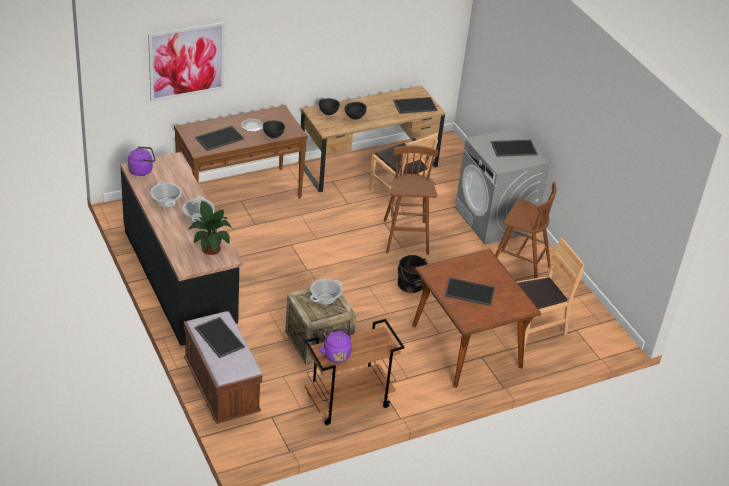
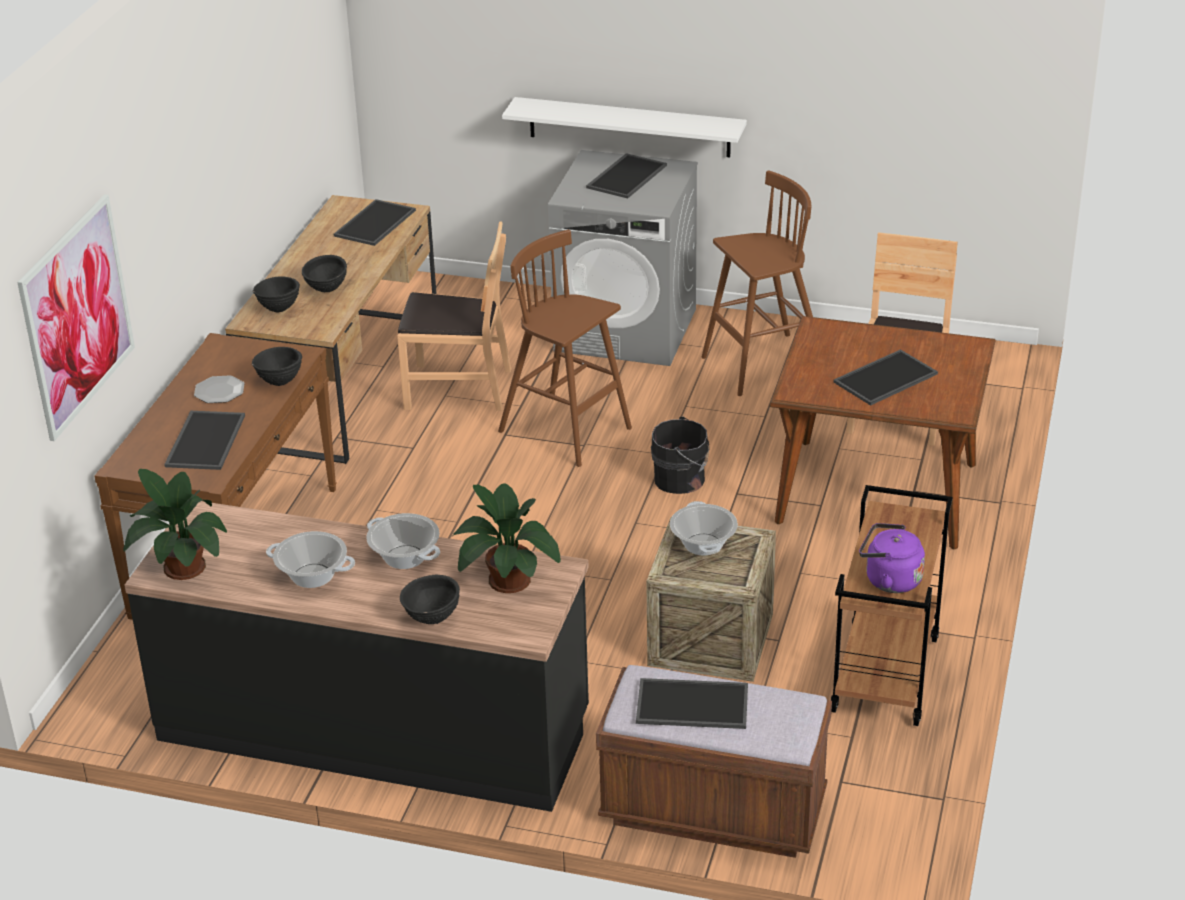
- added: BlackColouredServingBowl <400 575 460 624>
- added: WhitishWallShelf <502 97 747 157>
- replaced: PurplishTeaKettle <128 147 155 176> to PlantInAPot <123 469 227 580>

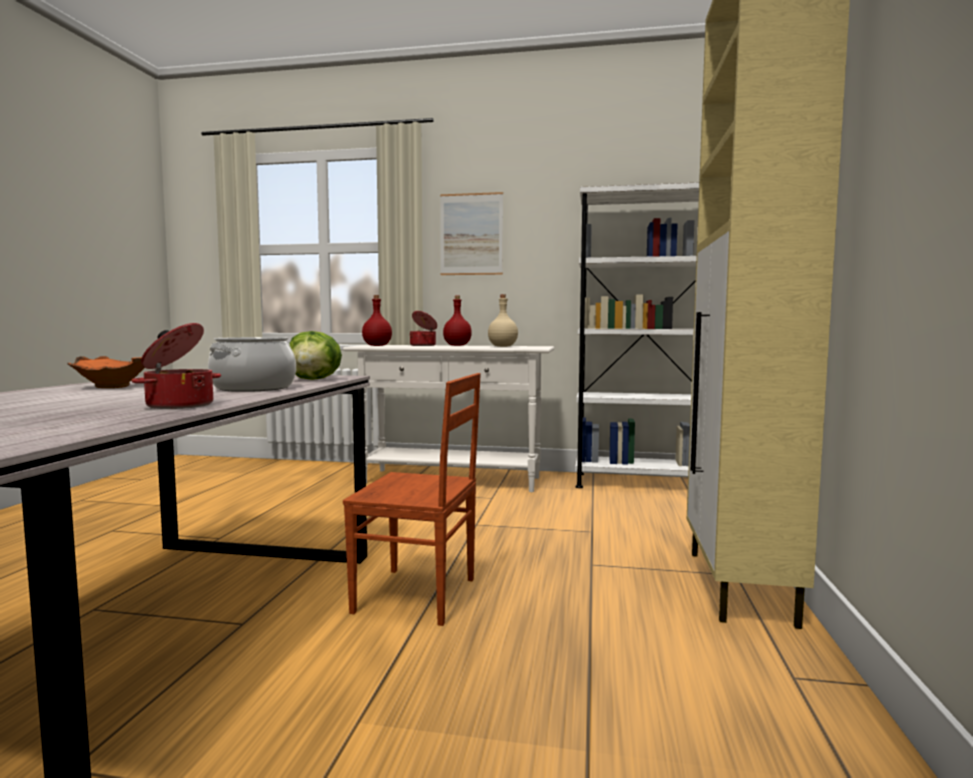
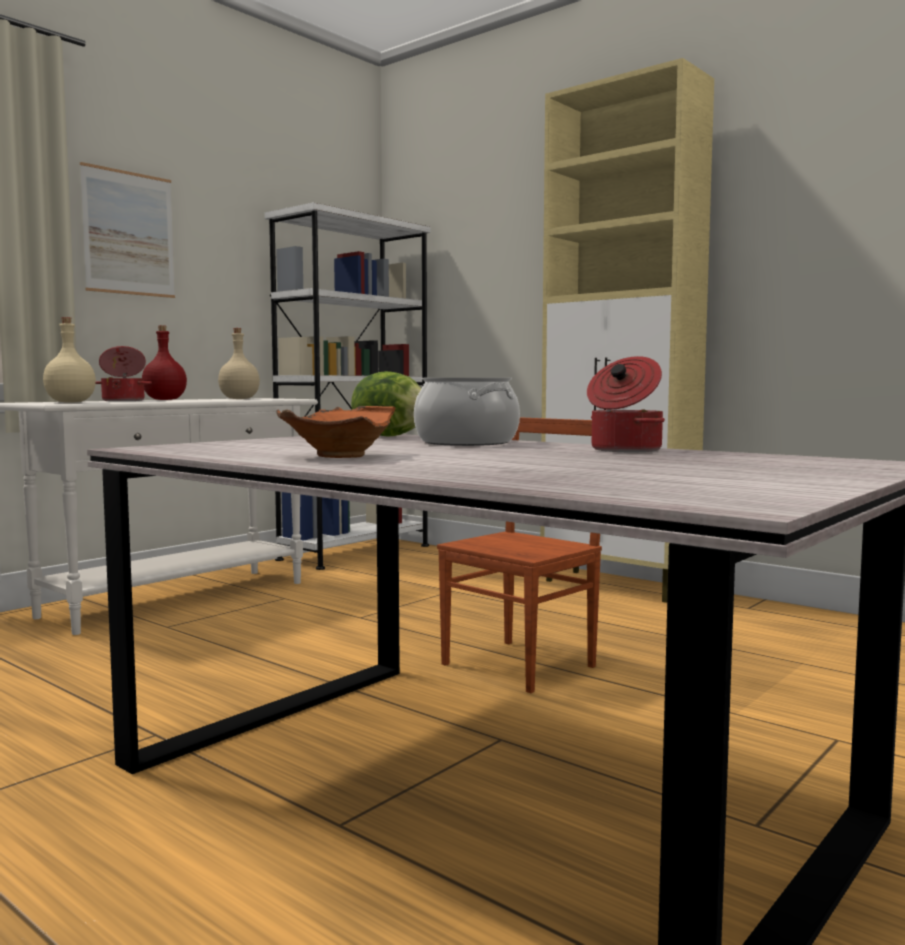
- recoloured: RedBeverageBottle <362 295 392 346> to BeigeColouredBeverageBottle <43 317 96 403>

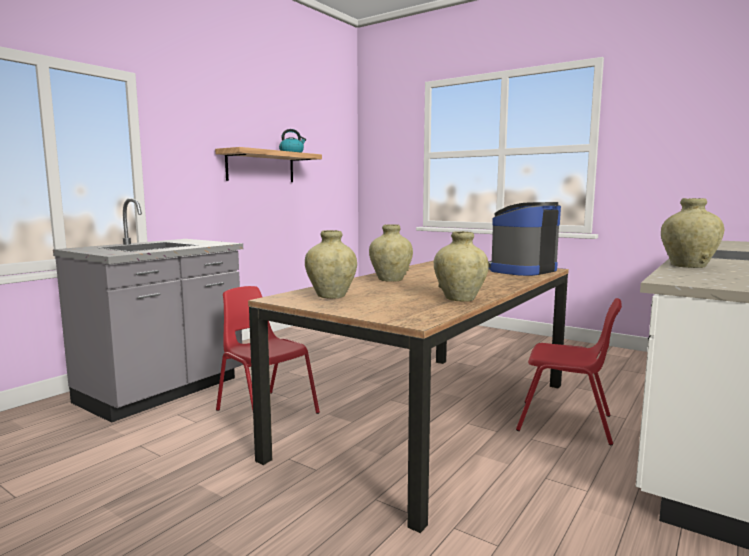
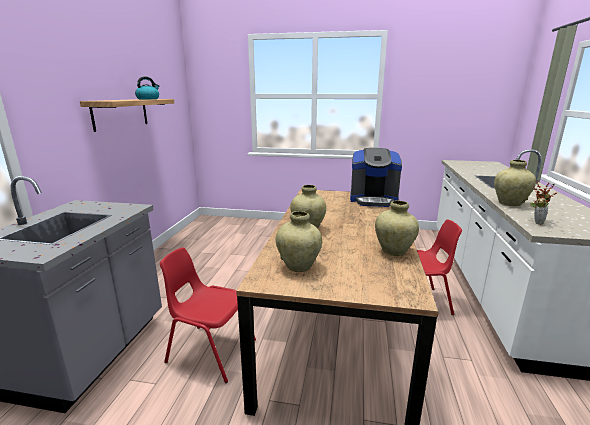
- added: PlantInAPot <530 180 557 225>
- turned: CoffeeBrewer <488 202 561 276> = <350 148 402 207> 105 degrees counterclockwise

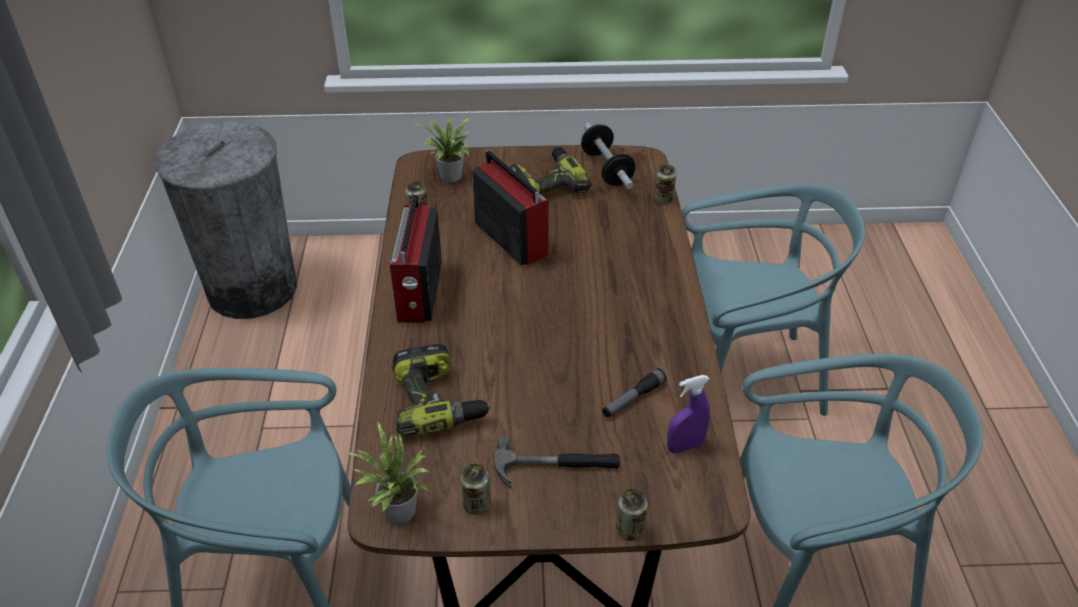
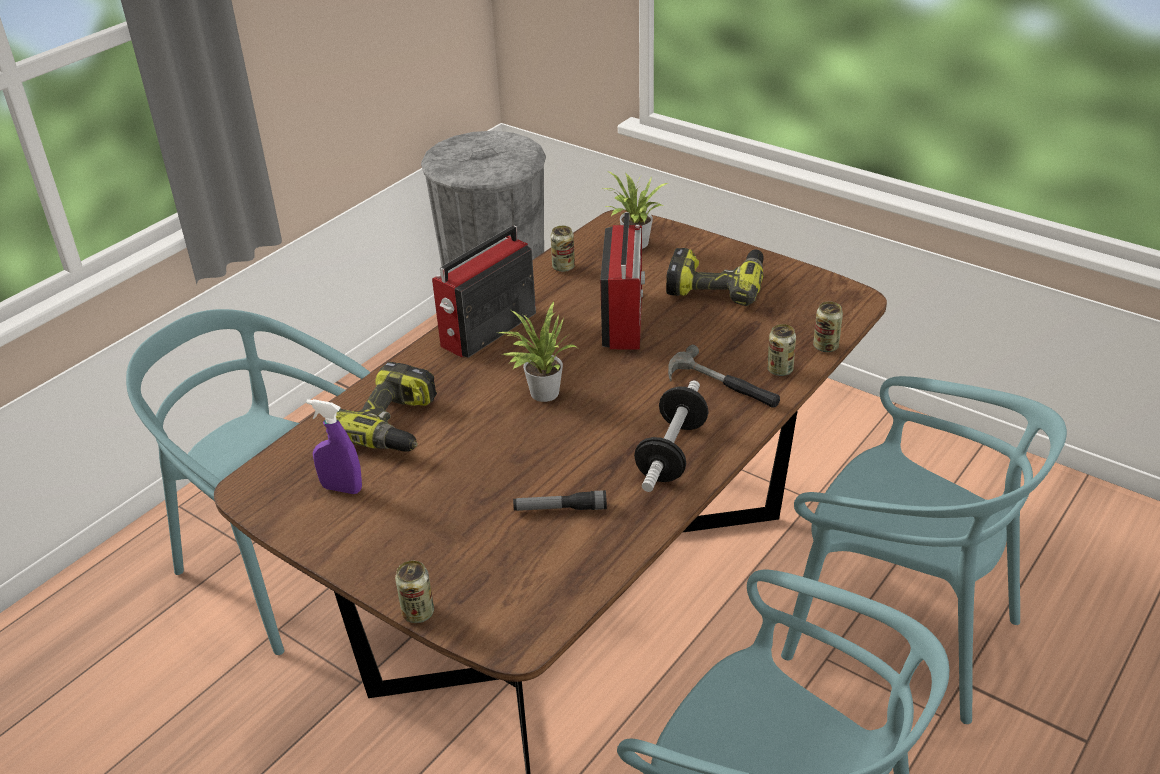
- moved: PlantInAPot <346 421 428 524> to <499 302 576 402>
- moved: Can <461 463 491 515> to <767 324 796 376>
- moved: HandHammer <495 437 620 488> to <668 345 780 408>
- moved: FreeWeight <581 123 635 189> to <634 380 709 492>
- moved: PurplishHandSprayer <667 375 710 453> to <306 399 362 494>

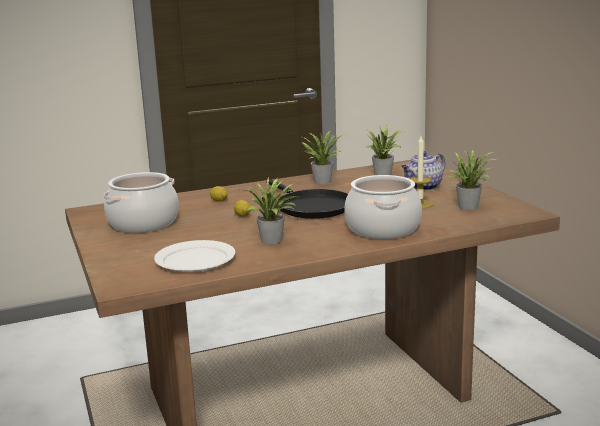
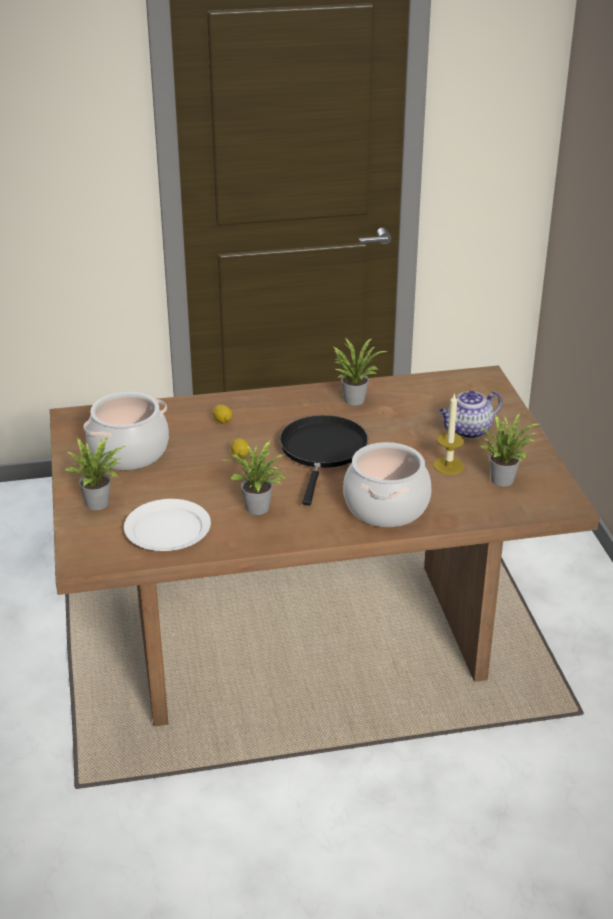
- moved: PlantInAPot <366 125 403 175> to <65 436 125 510>
- turned: BlackColouredSkillet <266 180 348 219> = <279 415 368 505> 150 degrees counterclockwise

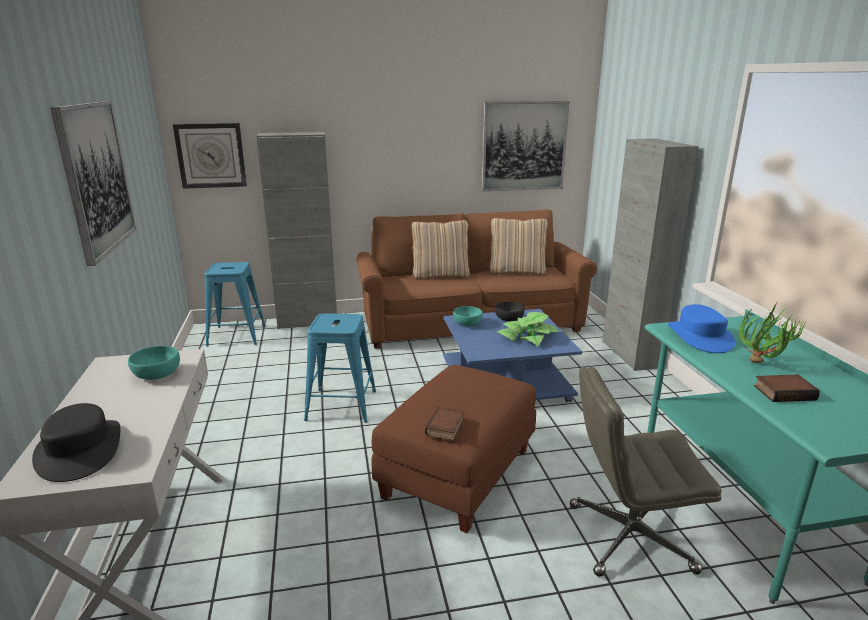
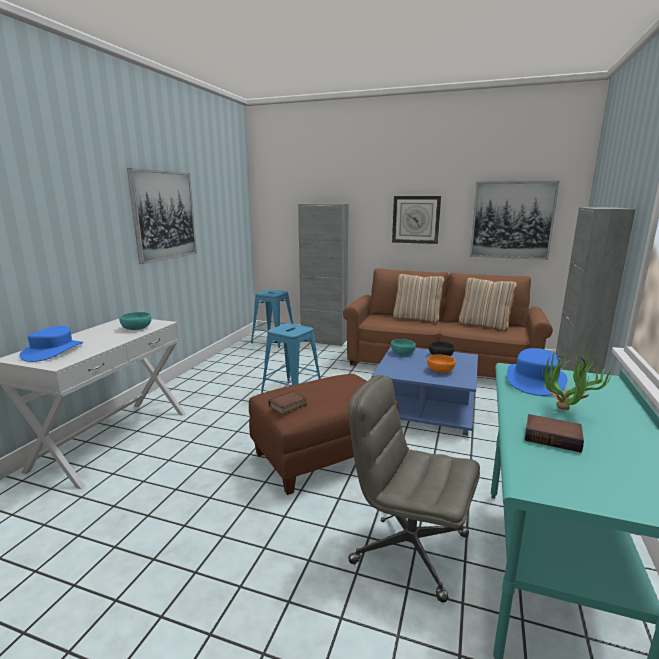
- moved: HangingClock <173 123 247 189> to <392 196 441 244>
- replaced: PlantInAPot <497 312 559 346> to OrangeServingBowl <427 354 455 373>
- recoloured: BlackColouredWearableHat <32 403 120 482> to BlueWearableHat <19 326 83 362>

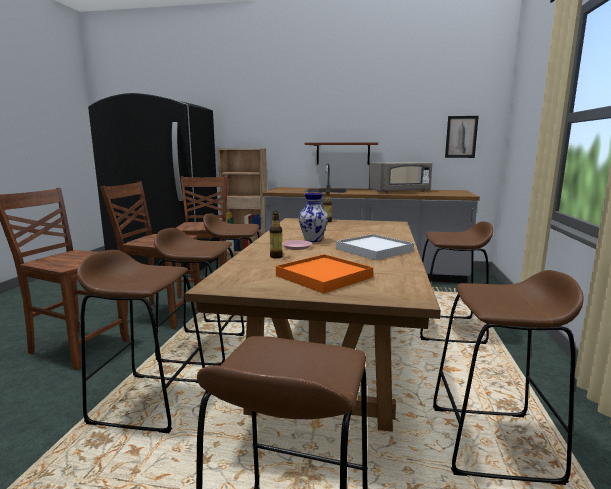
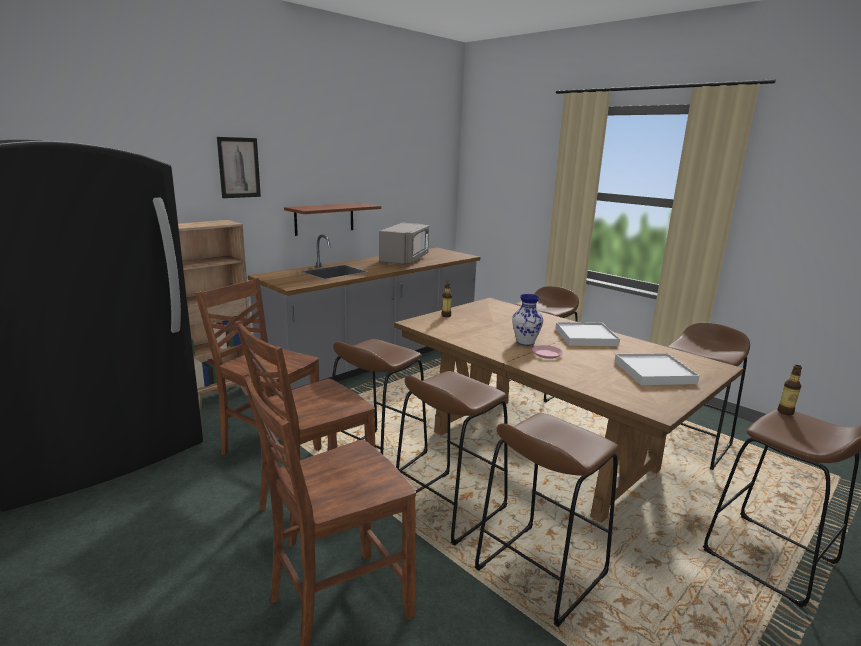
- moved: BeverageBottle <270 211 283 258> to <778 365 802 415>
- moved: Picture <445 116 479 158> to <217 137 261 198>
- recoloured: OrangeServingTray <276 254 373 294> to WhitishServingTray <614 353 700 385>

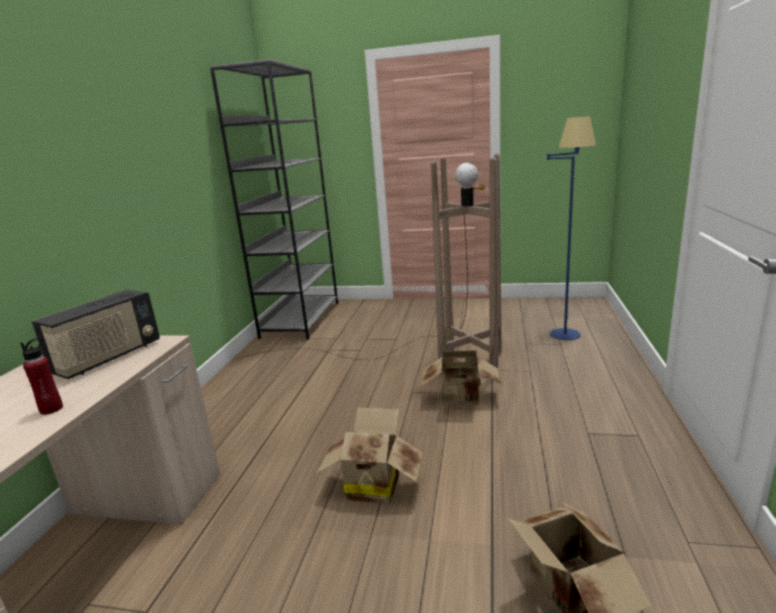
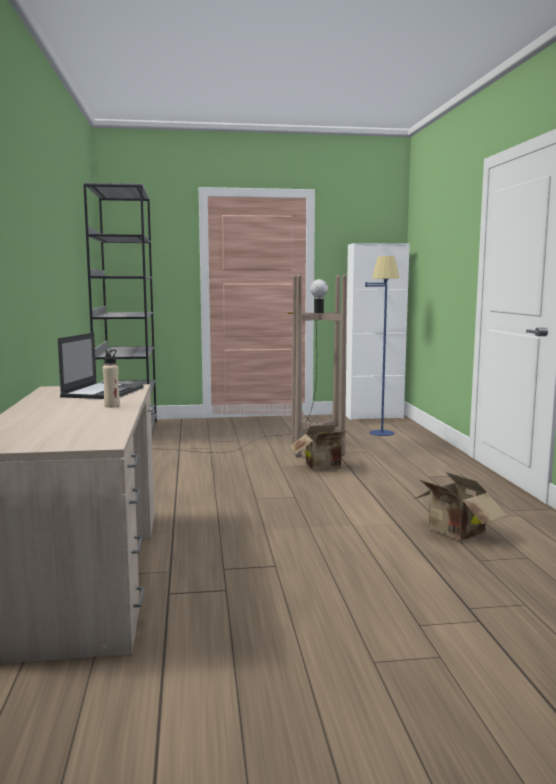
- removed: CardboardBox <316 407 423 504>
- added: WhitishStorageCabinet <346 243 410 420>
- replaced: Radio <32 290 160 379> to PortableComputer <58 333 143 399>
- recoloured: RedBeverageBottle <20 338 63 415> to BeigeColouredBeverageBottle <103 350 120 408>

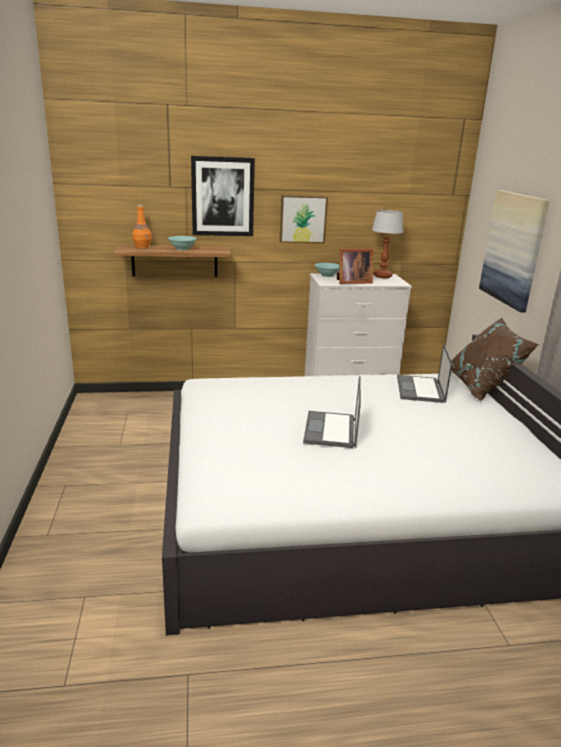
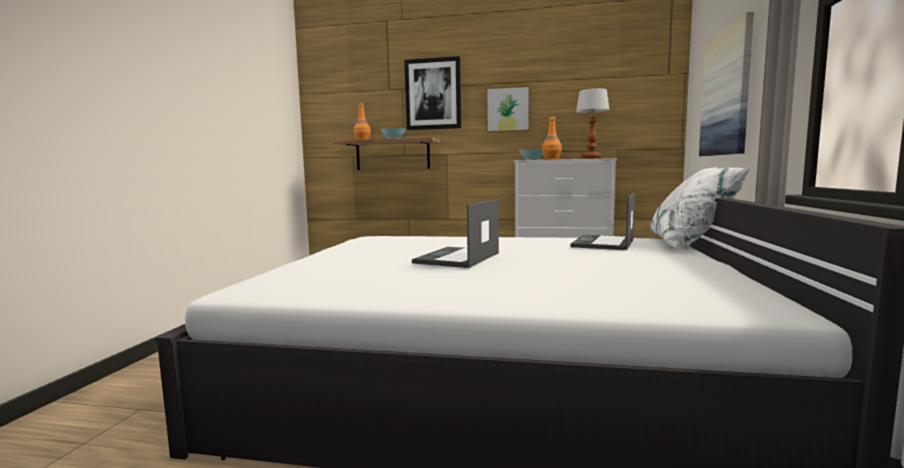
- replaced: PictureFrame <337 249 373 284> to OrangeBeverageBottle <542 117 562 160>
- recoloured: BrownCushion <451 318 539 401> to WhitishCushion <650 167 750 249>

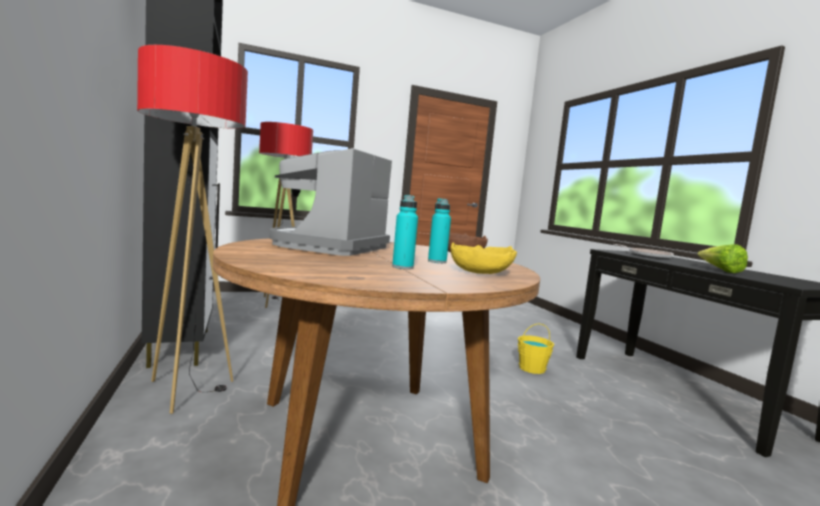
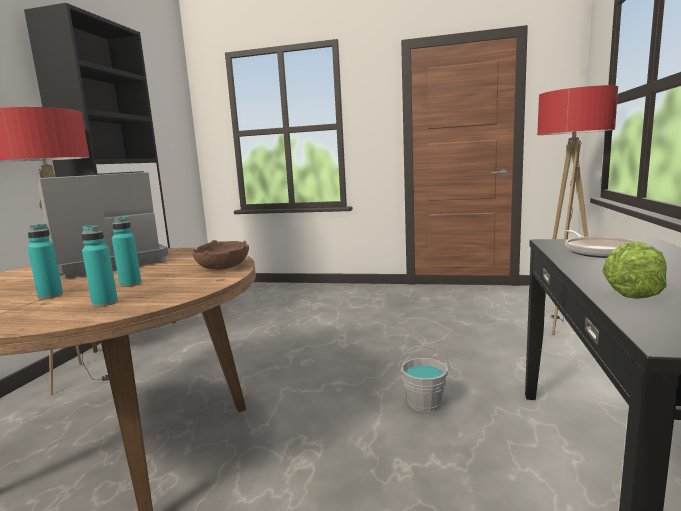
- moved: StandardLamp <259 122 313 308> to <537 85 618 335>
- replaced: YellowishServingBowl <451 243 517 274> to BlueGreenBeverageBottle <82 225 118 307>
- recoloured: YellowishPail <518 323 554 374> to GrayPail <400 345 449 412>

